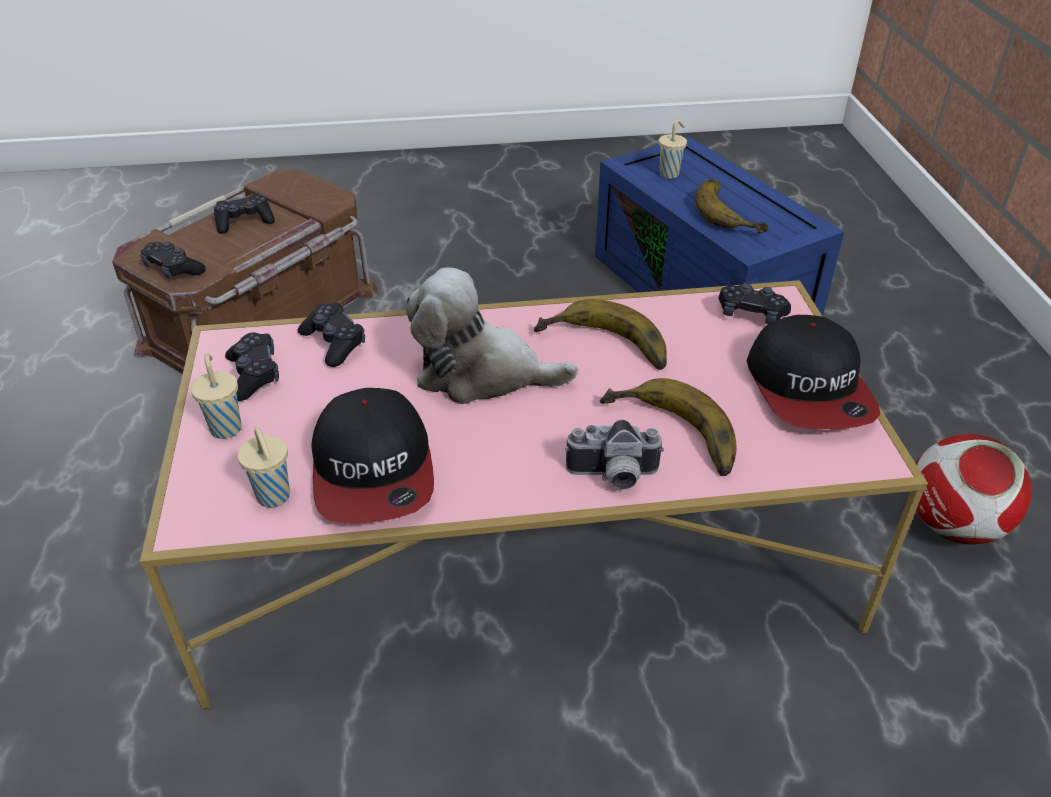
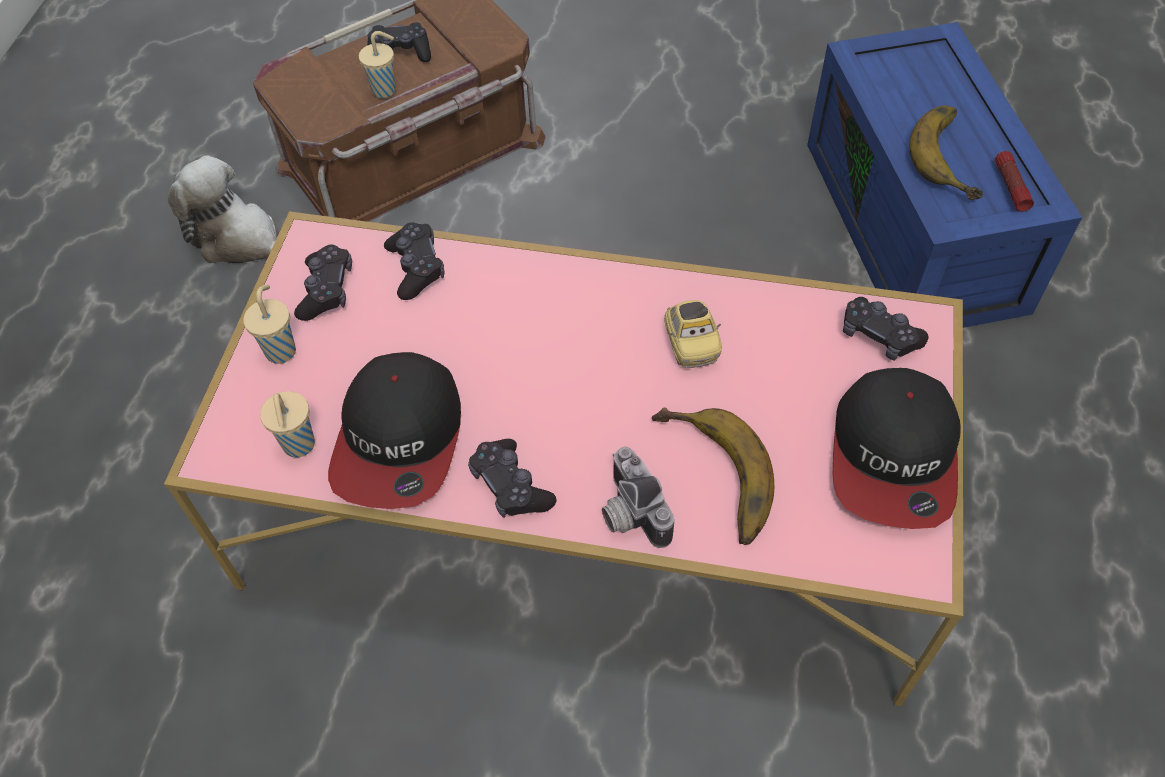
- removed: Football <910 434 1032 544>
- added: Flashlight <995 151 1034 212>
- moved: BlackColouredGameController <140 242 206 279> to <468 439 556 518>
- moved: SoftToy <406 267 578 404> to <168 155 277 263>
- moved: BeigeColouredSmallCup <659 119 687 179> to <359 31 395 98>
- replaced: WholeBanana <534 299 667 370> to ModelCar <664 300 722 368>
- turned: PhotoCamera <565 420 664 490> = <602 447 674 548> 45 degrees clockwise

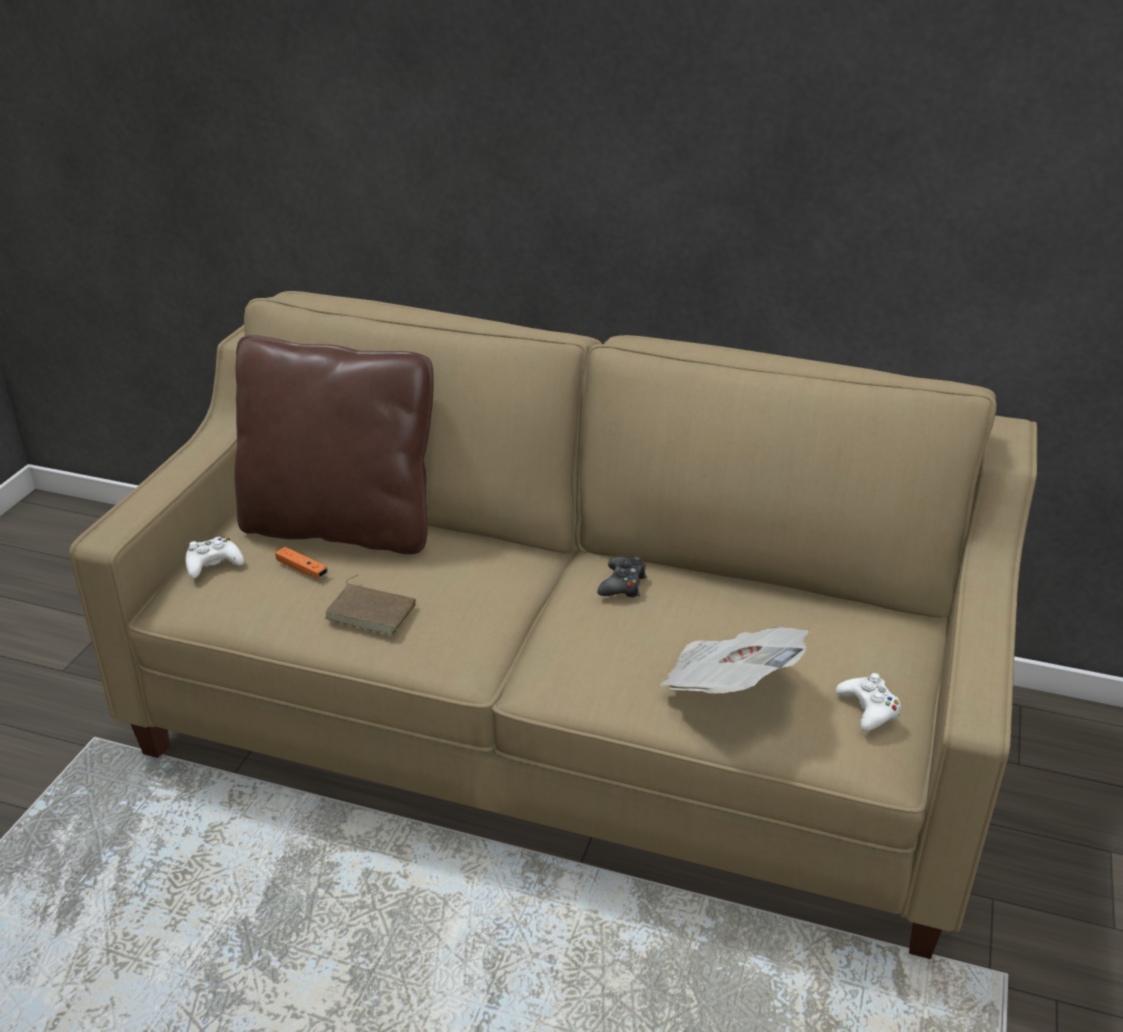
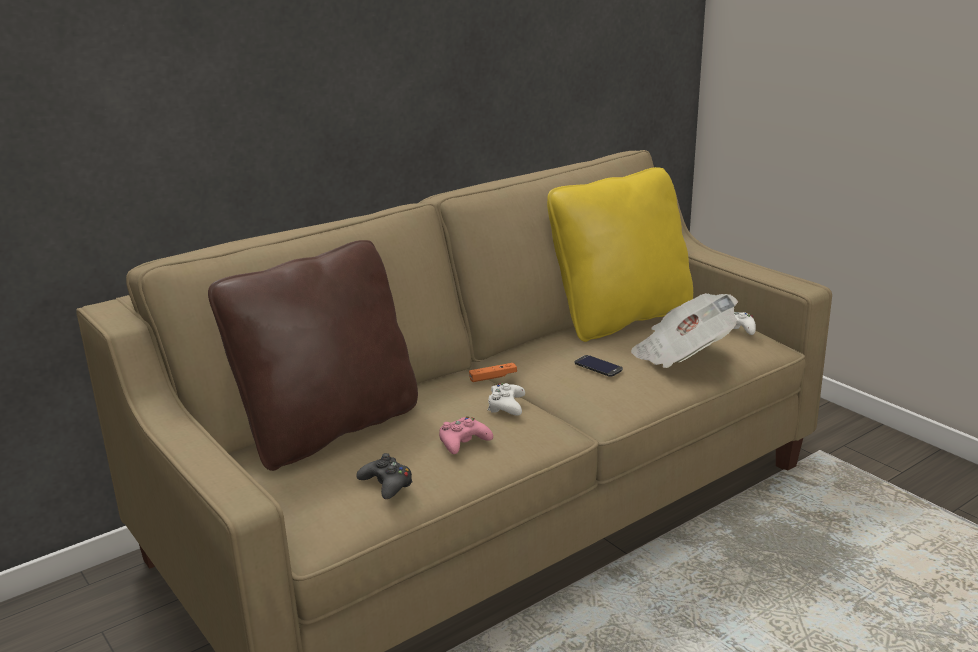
- added: YellowishCushion <547 167 693 342>
- added: Telephone <575 355 623 377>
- moved: WhitishGameController <186 536 244 578> to <488 383 525 416>
- moved: OrangeGameController <275 547 328 578> to <469 363 517 382>
- moved: BlackColouredGameController <597 556 647 598> to <357 453 413 499>
- replaced: BrownVolume <325 575 415 635> to PinkColouredGameController <439 416 493 454>

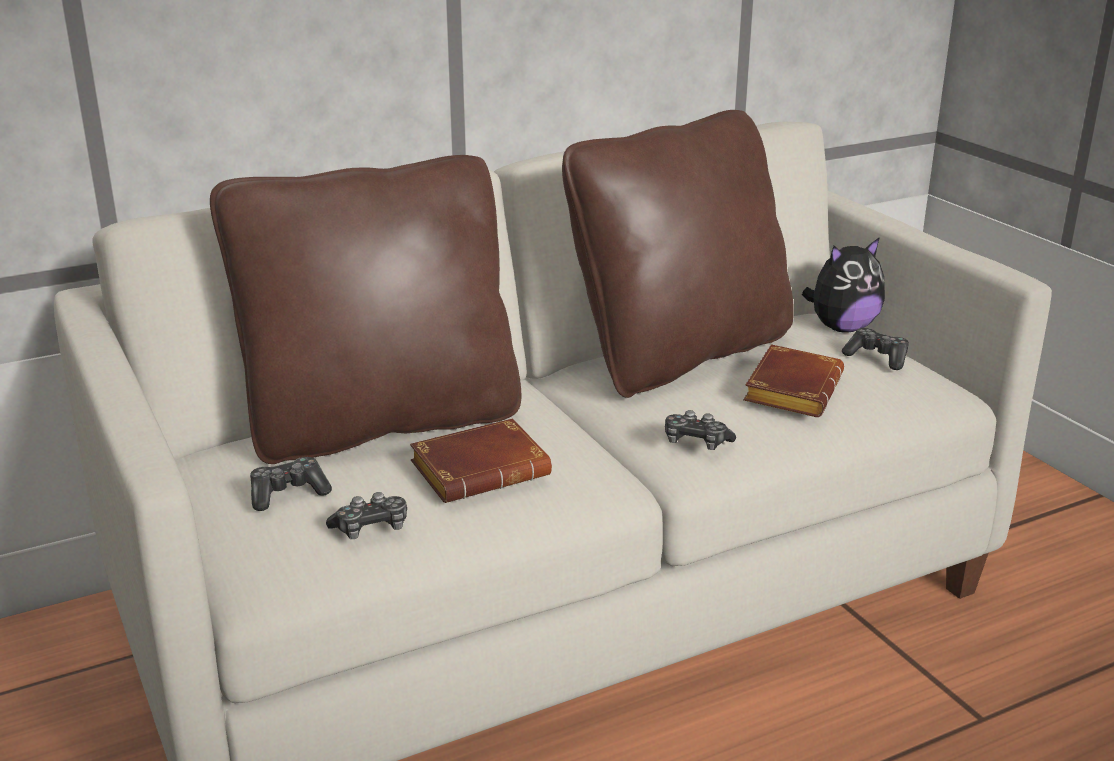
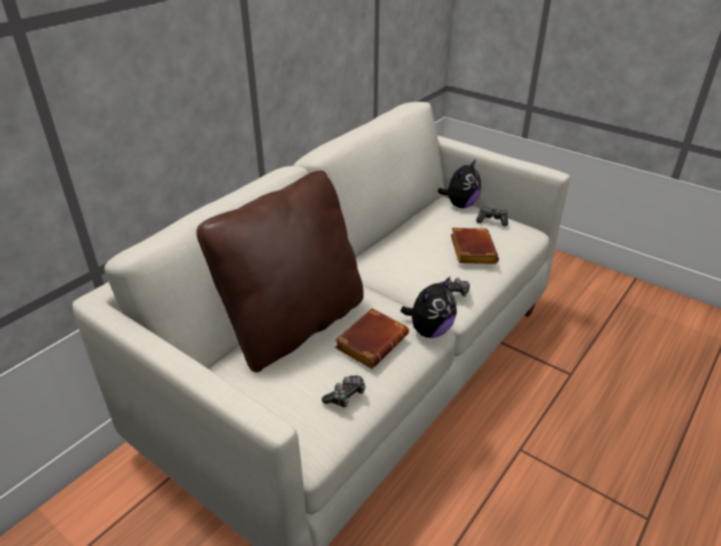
- removed: GameController <250 457 332 511>
- removed: BrownCushion <562 110 794 398>
- added: SoftToy <401 277 457 338>

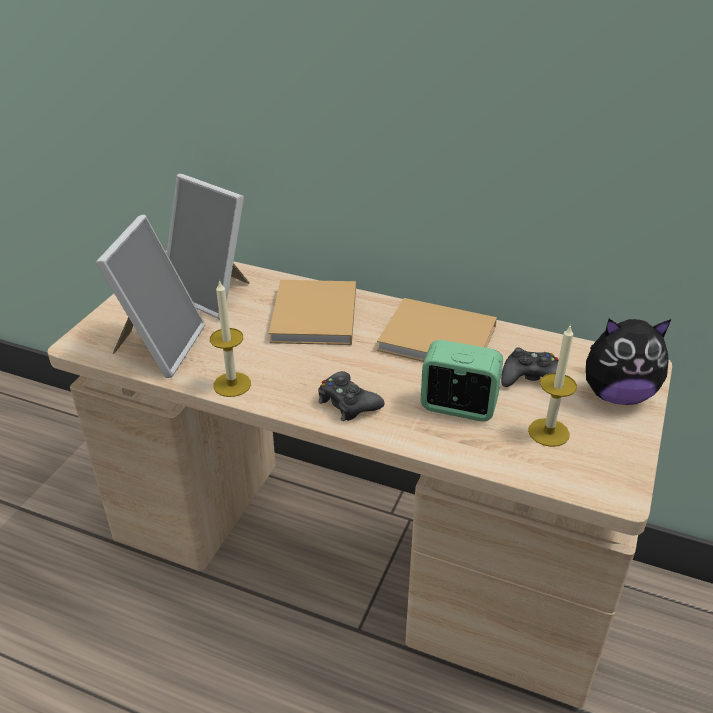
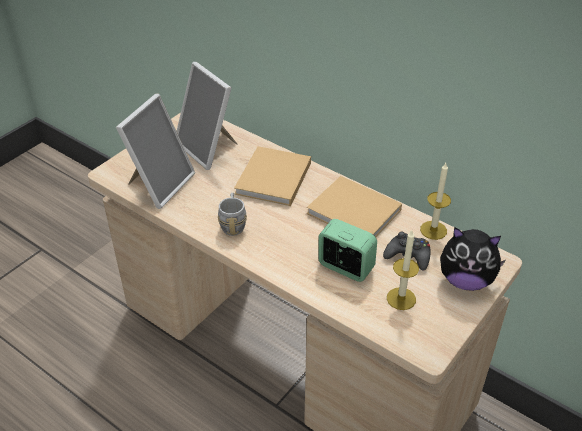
- removed: BlackColouredGameController <318 371 385 421>
- added: GrayTeaMug <218 193 247 236>
- moved: WaxLight <210 280 251 397> to <420 163 451 240>

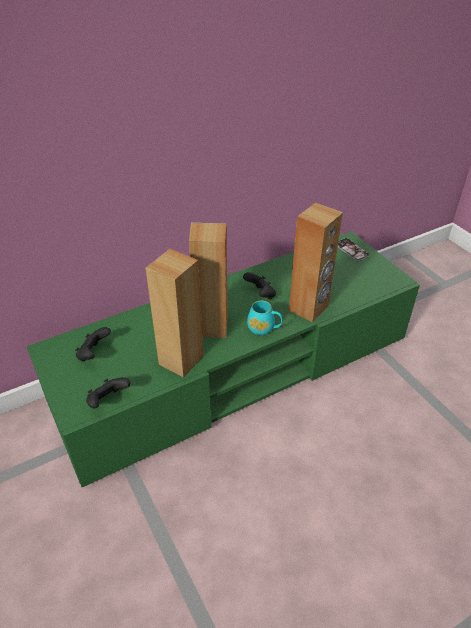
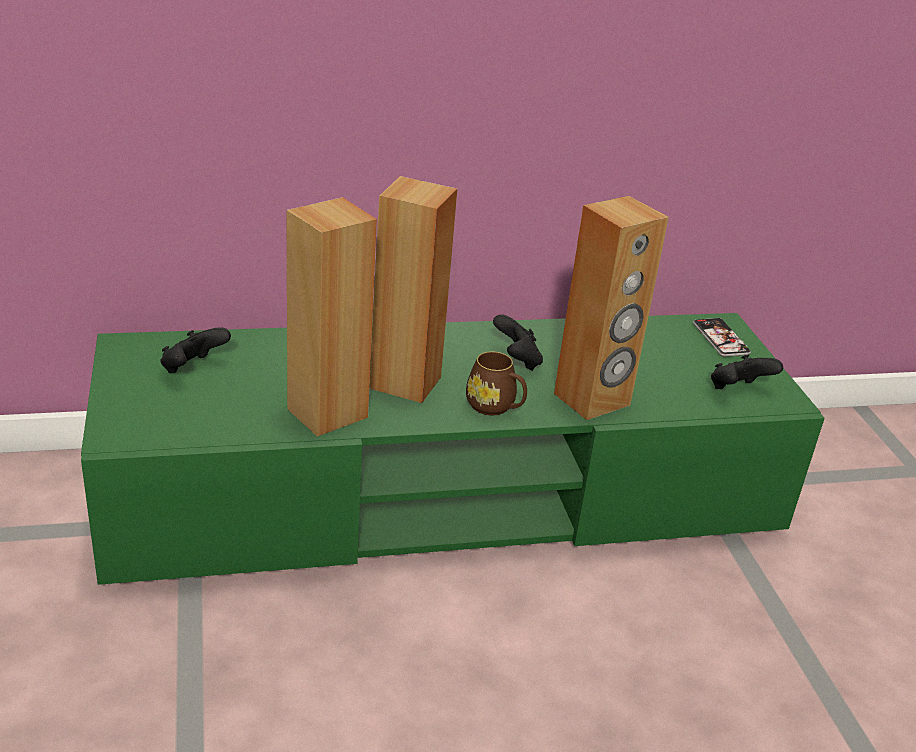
- moved: BlackColouredGameController <86 377 130 408> to <711 355 783 389>
- recoloured: BlueGreenTeaMug <247 301 283 335> to BrownTeaMug <466 352 527 415>

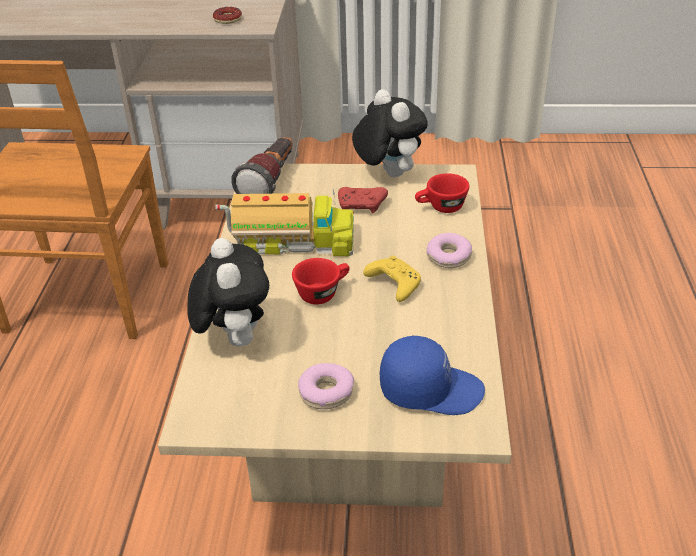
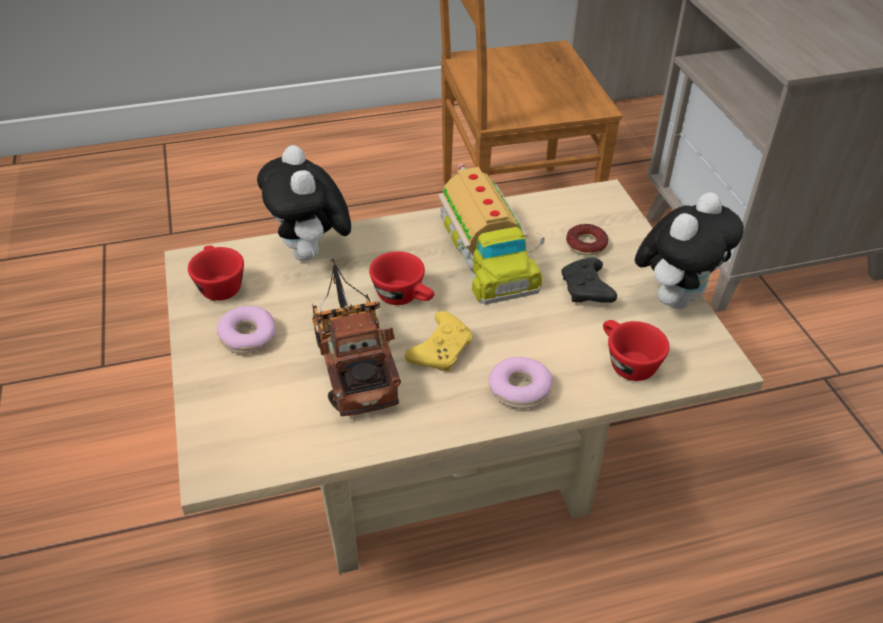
- removed: Flashlight <231 137 293 194>
- removed: BlueBaseballCap <380 335 485 415>
- added: RedSmallCup <188 245 244 301>
- added: ModelTruck <312 259 401 416>
- moved: Doughnut <213 7 242 24> to <566 224 608 256>
- recoloured: RedGameController <338 187 388 213> to BlackColouredGameController <561 258 617 303>
- turned: SoftToy <187 238 269 346> = <257 145 351 261> 105 degrees clockwise

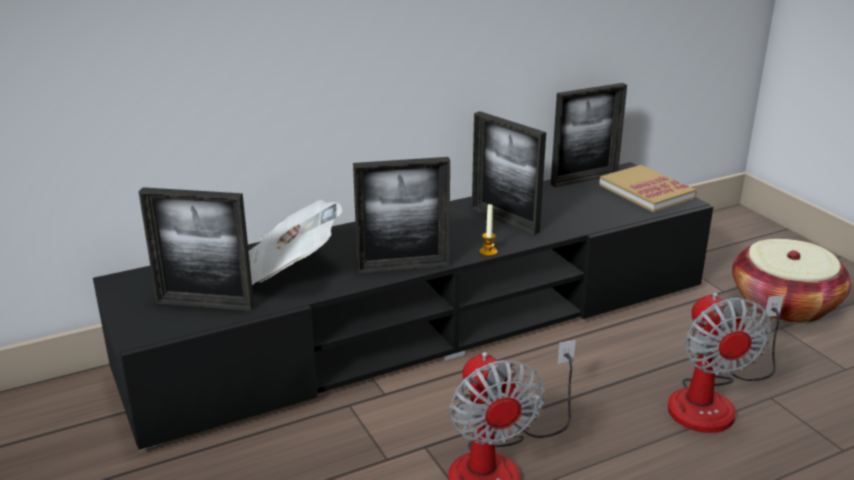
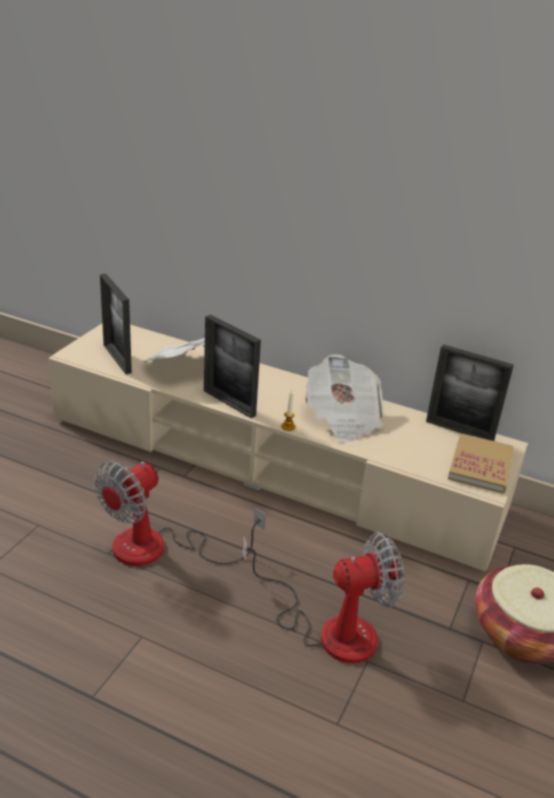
- replaced: PictureFrame <472 111 546 235> to PrintedPaper <305 354 384 443>
- recoloured: BlackColouredTvUnit <93 162 713 451> to BeigeColouredTvUnit <48 324 528 572>
- turned: CoolingFan <668 293 784 433> = <242 532 405 663> 150 degrees counterclockwise

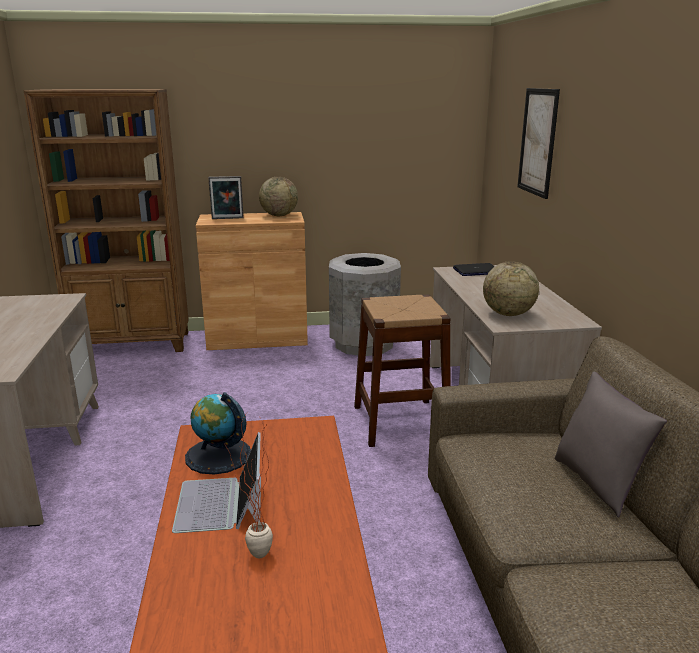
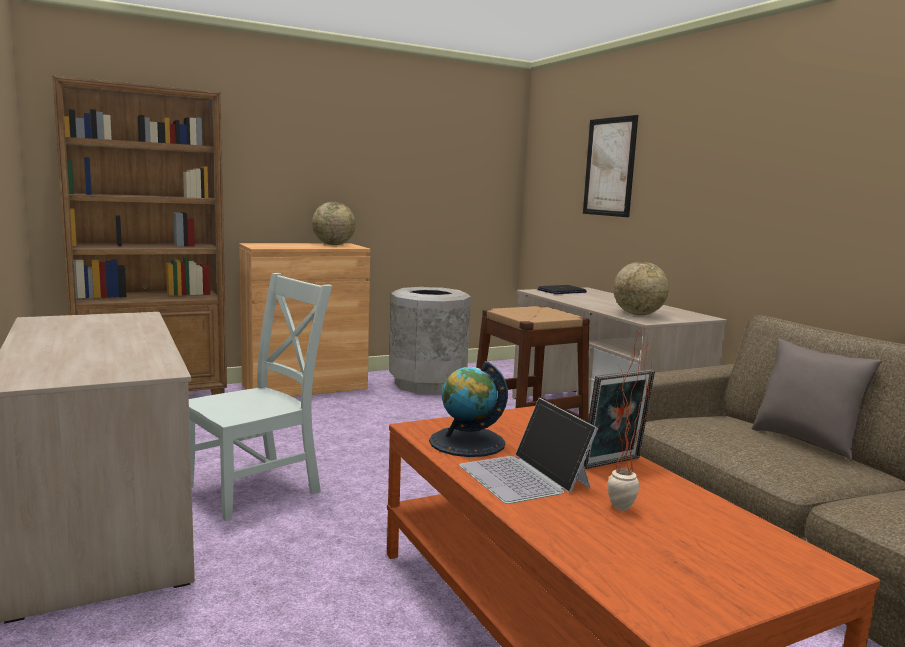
- added: GrayChair <189 273 332 521>
- moved: PictureFrame <208 176 244 219> to <584 369 655 469>

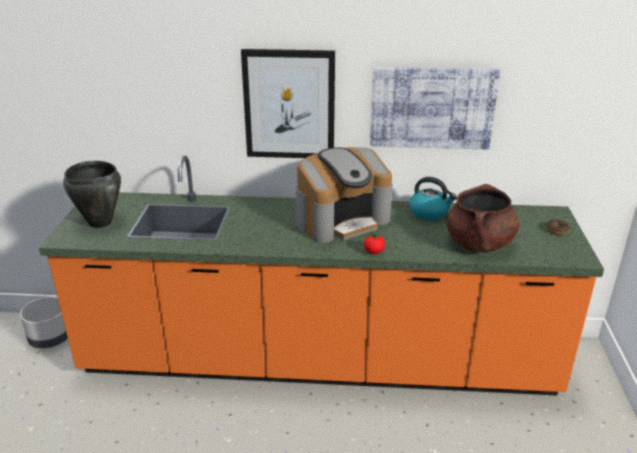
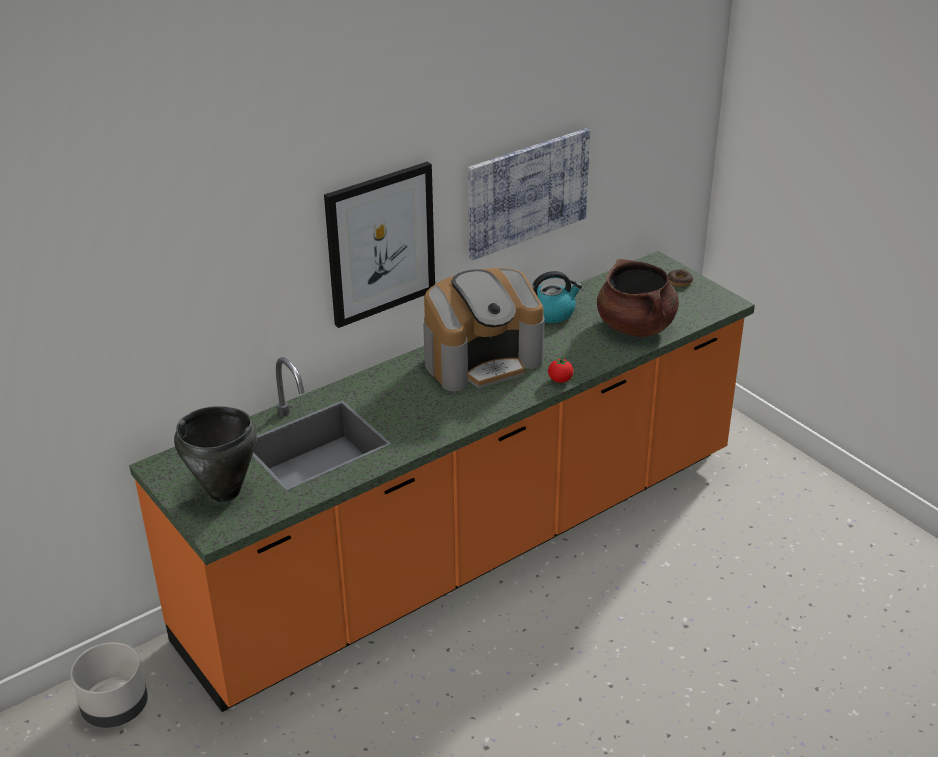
- turned: CoffeeBrewer <296 147 393 243> = <423 268 545 391> 45 degrees clockwise

